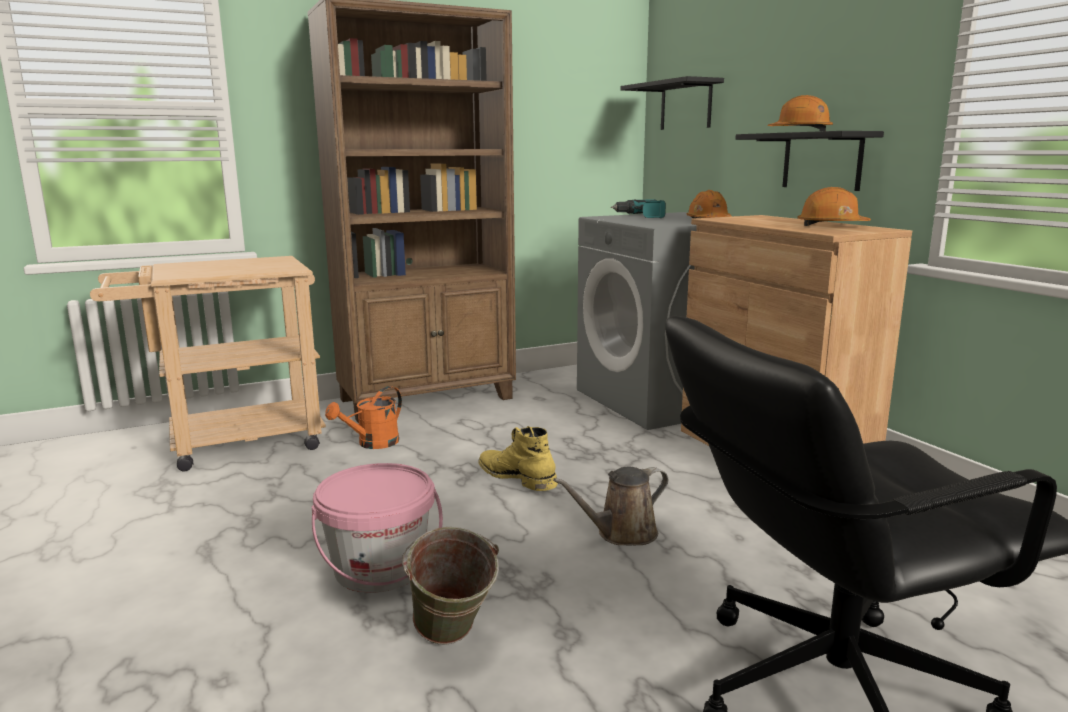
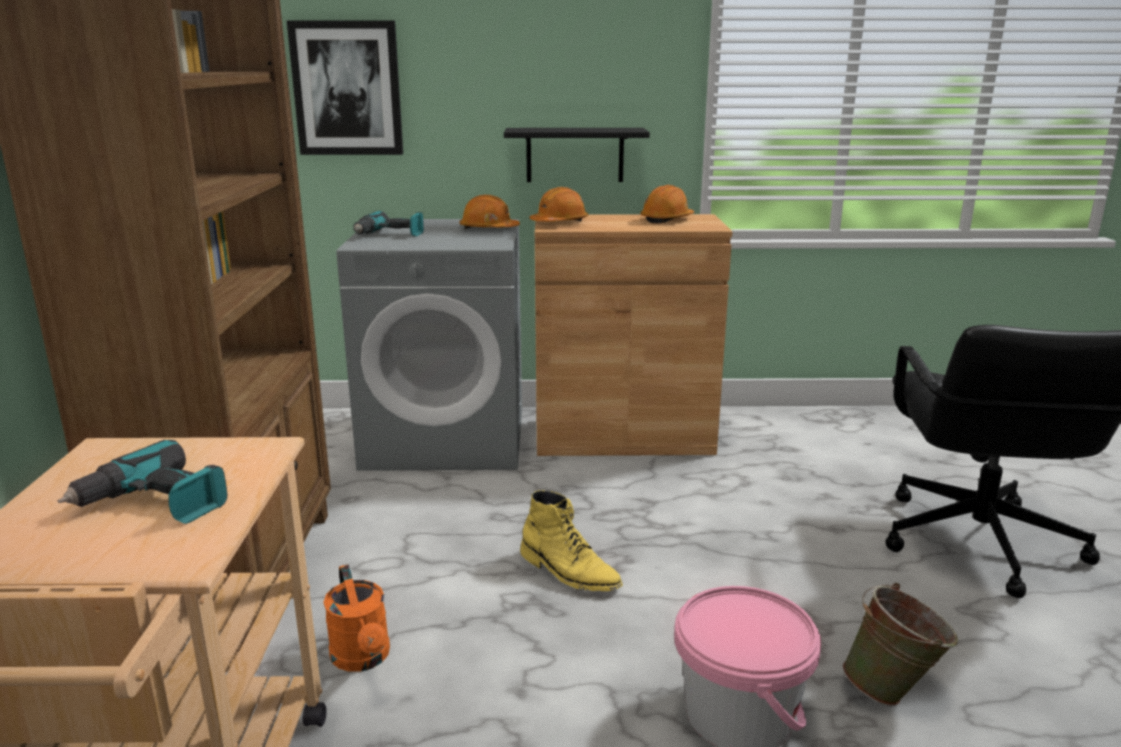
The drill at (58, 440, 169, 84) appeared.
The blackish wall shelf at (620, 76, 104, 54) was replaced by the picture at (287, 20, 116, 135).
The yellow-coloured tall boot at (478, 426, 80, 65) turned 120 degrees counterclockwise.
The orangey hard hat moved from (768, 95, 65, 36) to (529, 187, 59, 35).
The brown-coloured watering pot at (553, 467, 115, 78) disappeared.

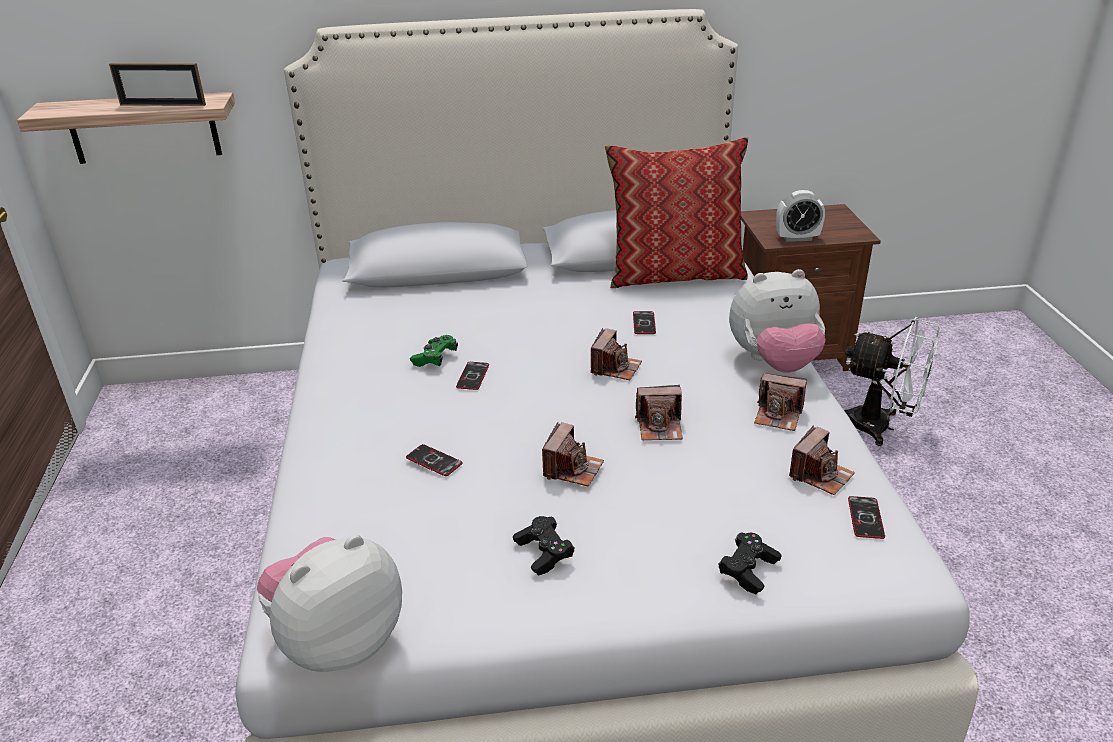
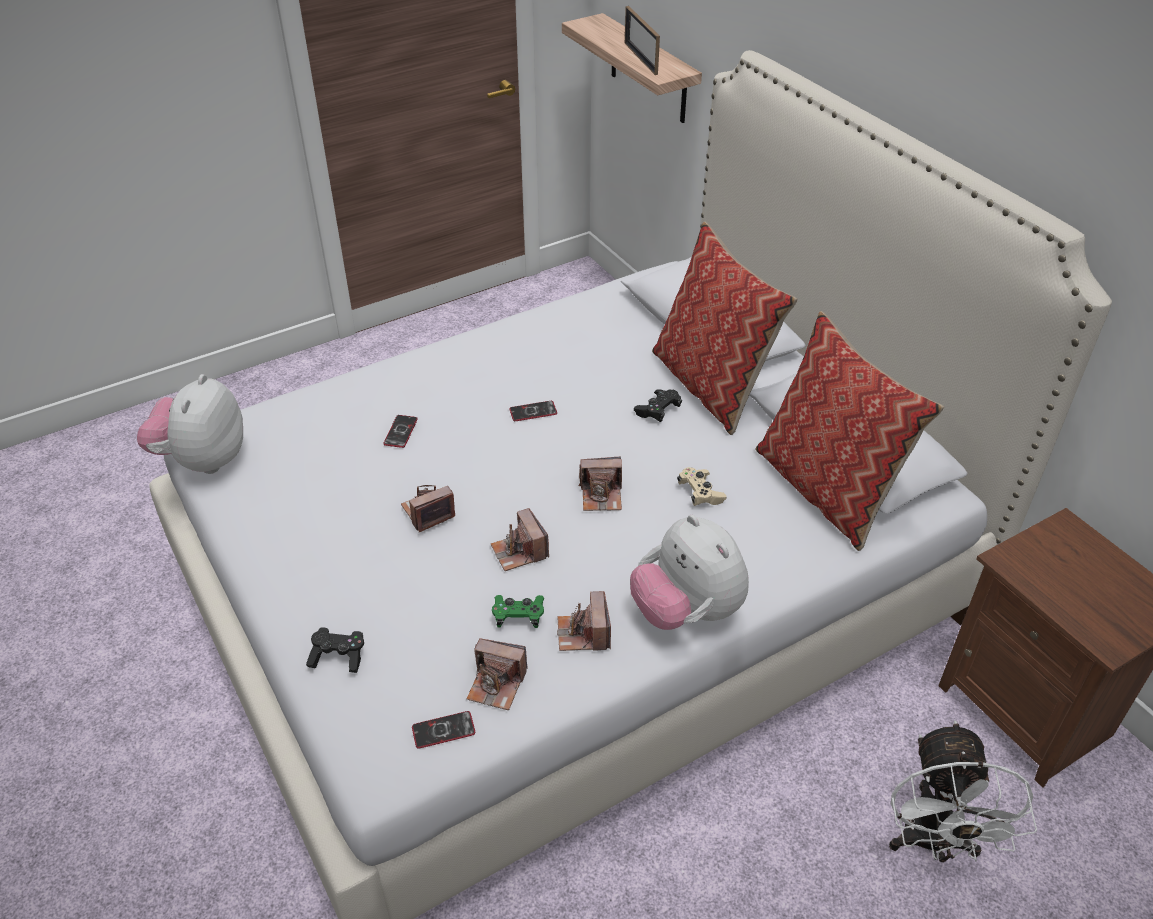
The plush toy at (257, 535, 145, 137) turned 105 degrees counterclockwise.
The still camera at (542, 422, 62, 64) turned 150 degrees clockwise.
The greenish gamepad moved from (410, 335, 48, 32) to (492, 595, 53, 33).
The blackish gamepad moved from (513, 516, 61, 60) to (634, 389, 48, 33).
The pillow at (652, 222, 145, 213) appeared.
The telephone at (633, 311, 23, 23) was replaced by the sand-coloured gamepad at (677, 467, 50, 39).
The bedside clock at (776, 190, 49, 52) disappeared.

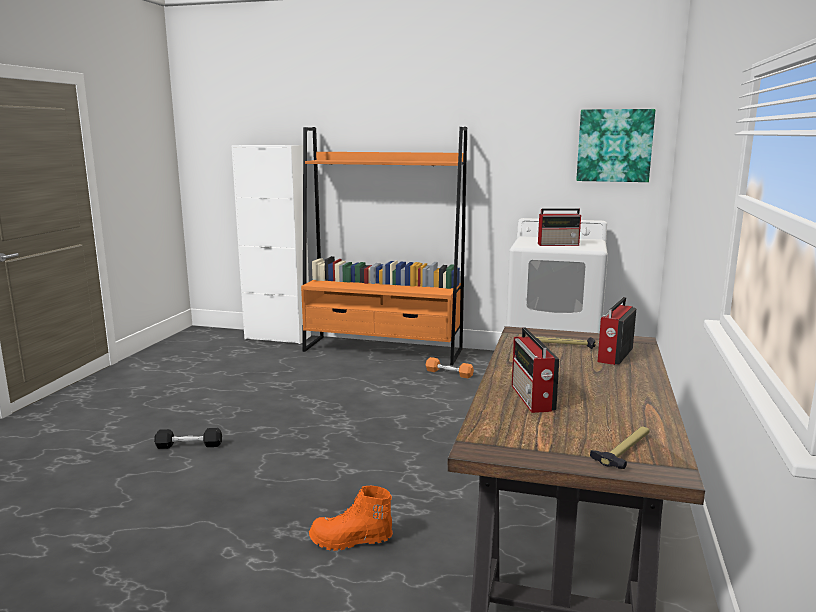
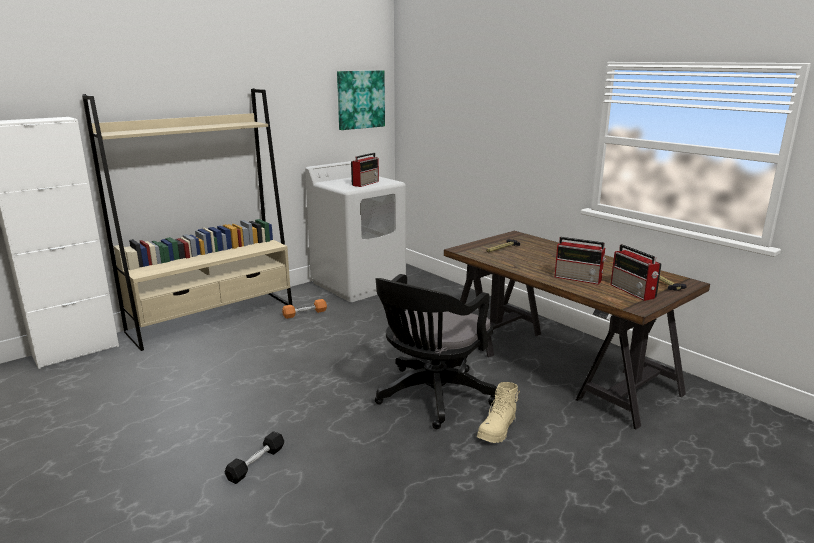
The orangey bookcase at (301, 127, 166, 238) became the sand-coloured bookcase at (82, 88, 211, 263).
The blackish computer chair at (375, 274, 122, 155) appeared.
The orangey tall boot at (309, 486, 84, 65) became the sand-coloured tall boot at (476, 382, 44, 61).
The radio moved from (598, 297, 39, 68) to (611, 244, 51, 57).

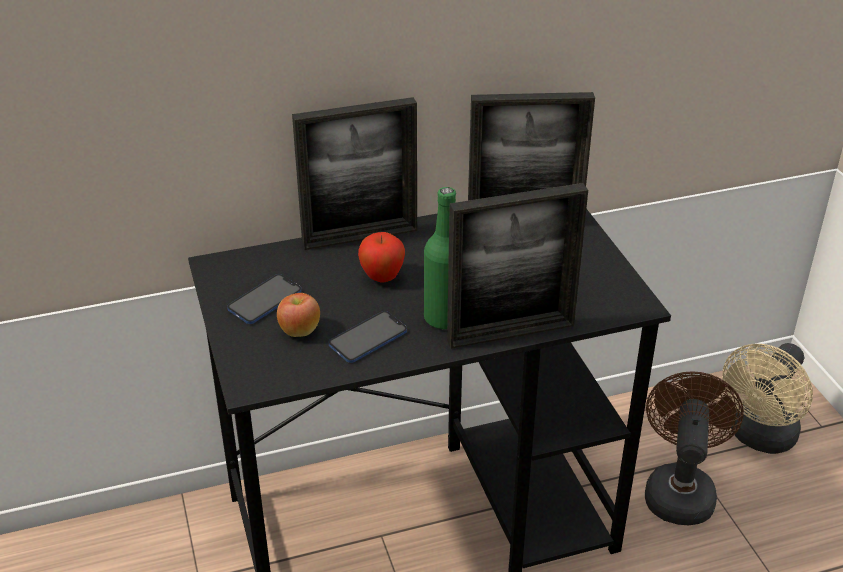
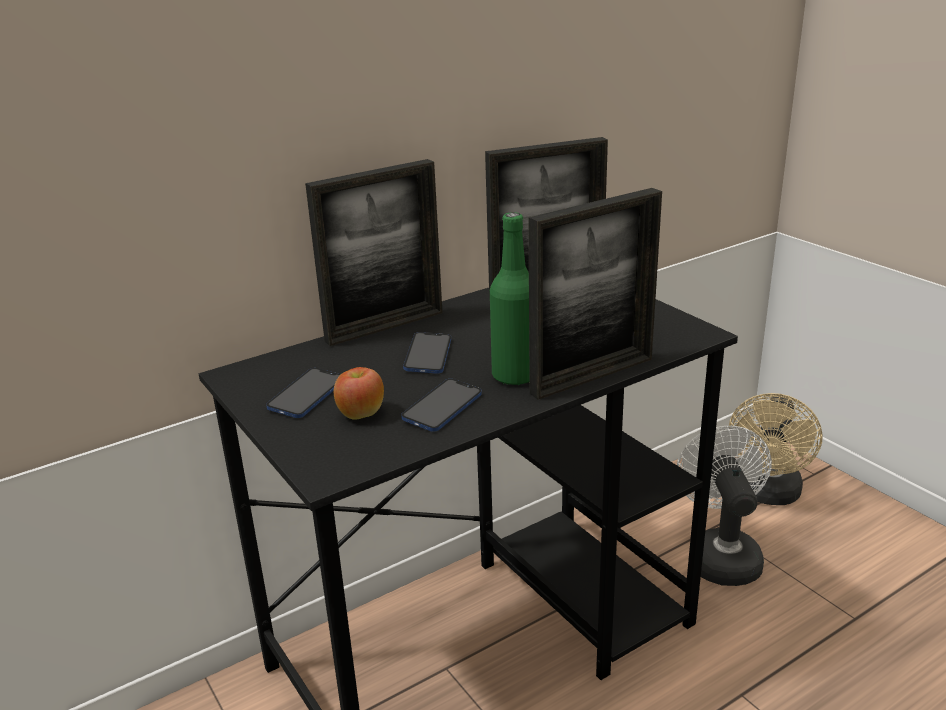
The apple fruit at (358, 232, 47, 50) was replaced by the telephone at (403, 332, 48, 42).
The brown-coloured cooling fan at (645, 371, 99, 154) became the whitish cooling fan at (677, 426, 95, 160).

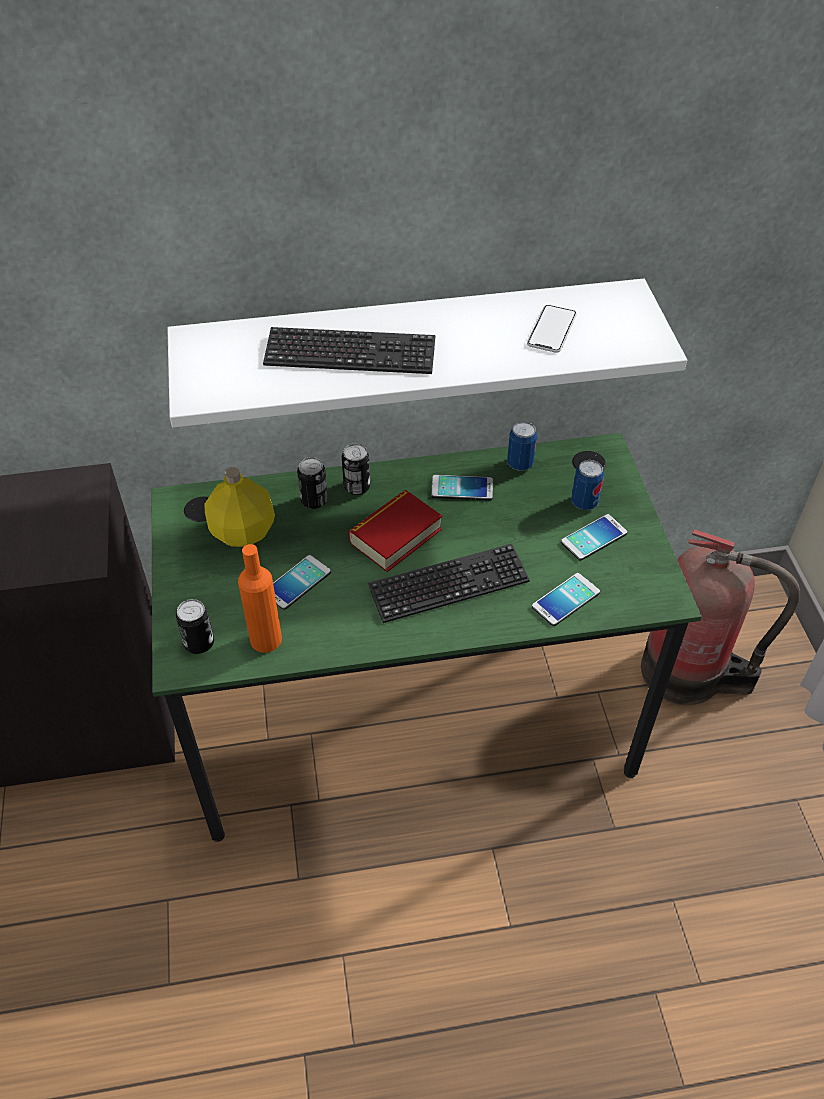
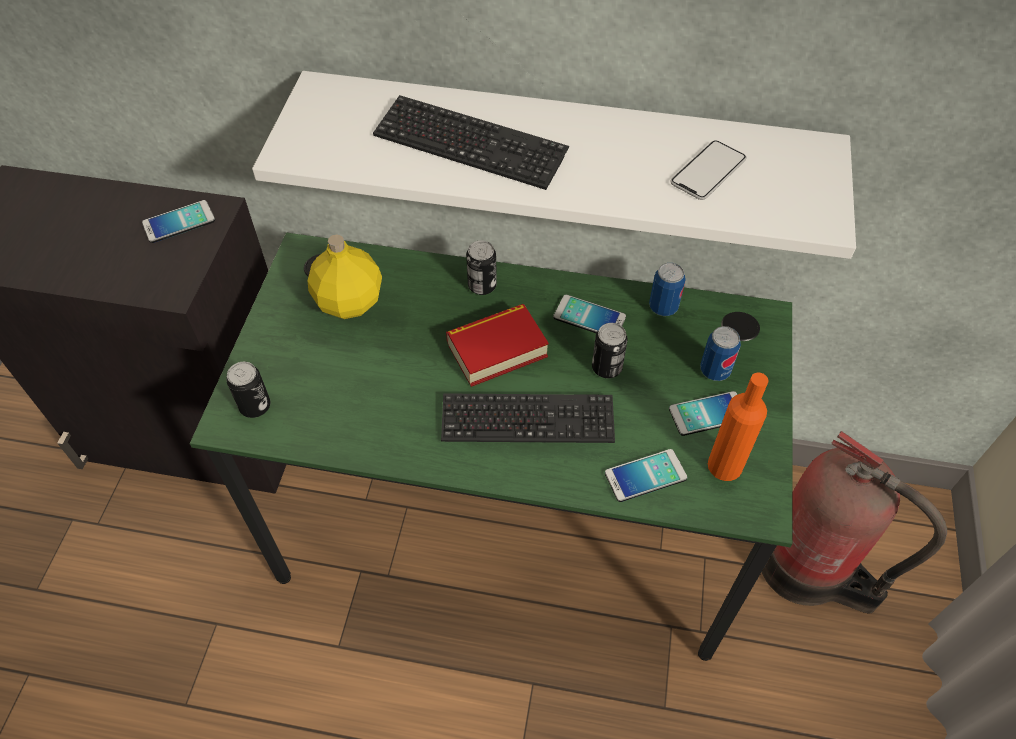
The telephone moved from (273, 555, 58, 55) to (142, 200, 73, 43).
The metal can moved from (297, 457, 31, 52) to (592, 323, 36, 55).
The orangey beverage bottle moved from (238, 544, 44, 109) to (708, 372, 60, 109).

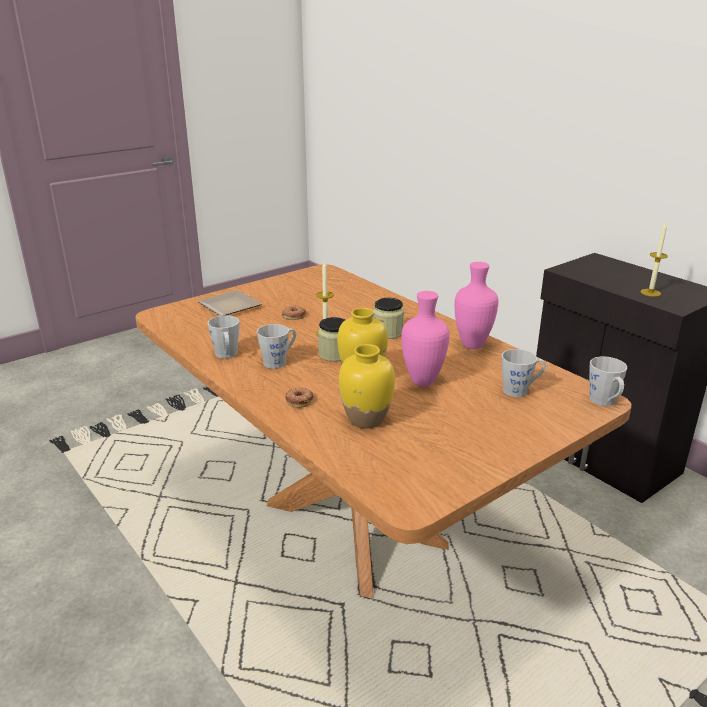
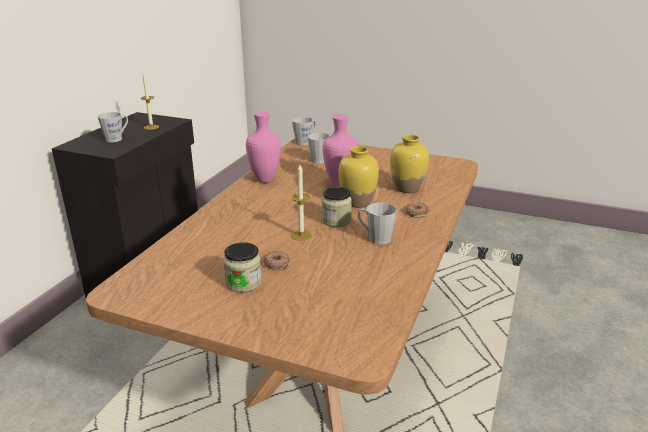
The gray tea mug moved from (208, 315, 31, 44) to (98, 112, 30, 30).
The preserve jar moved from (373, 298, 31, 41) to (223, 242, 39, 50).
The flat dish at (198, 290, 64, 26) disappeared.

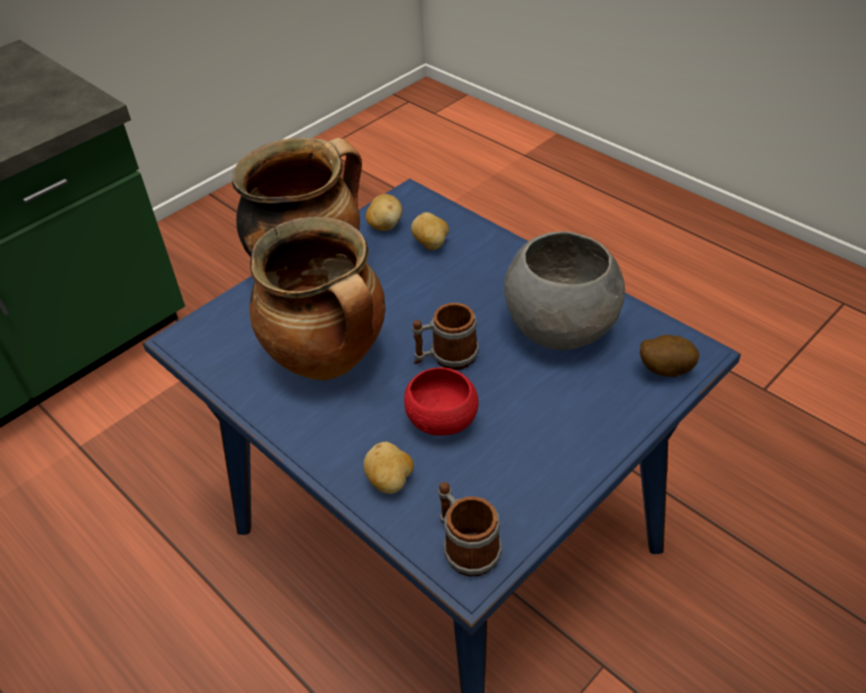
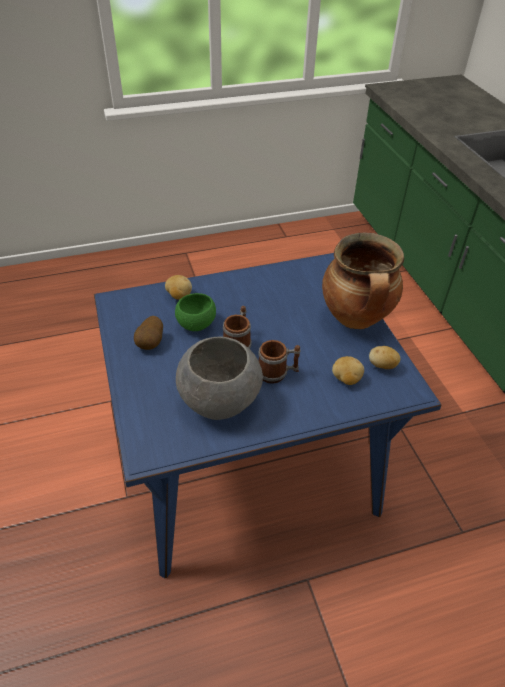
The potato moved from (640, 335, 59, 42) to (134, 316, 29, 34).
The red bowl at (404, 367, 75, 69) became the greenish bowl at (175, 293, 41, 38).
The tea mug moved from (438, 482, 64, 95) to (258, 340, 43, 44).
The stockpot at (249, 217, 136, 163) disappeared.

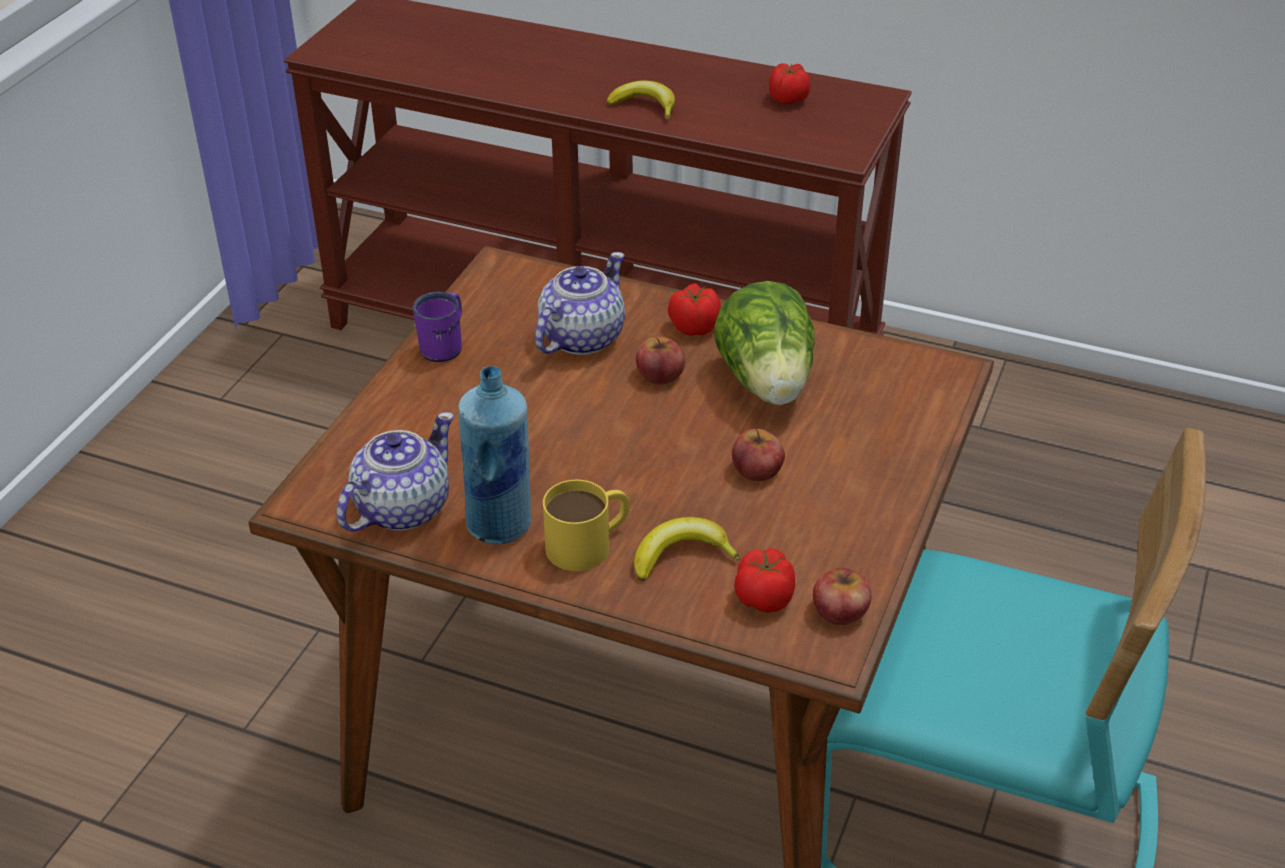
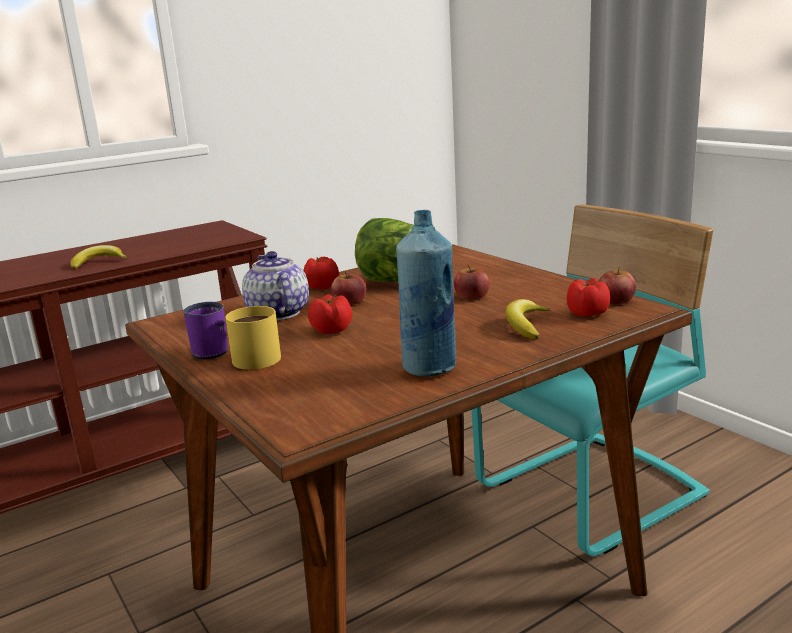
The yellow-coloured tea mug moved from (543, 480, 87, 91) to (226, 306, 55, 64).
The whole tomato moved from (769, 63, 41, 41) to (308, 294, 44, 40).
The pot for tea at (336, 412, 118, 120) disappeared.

